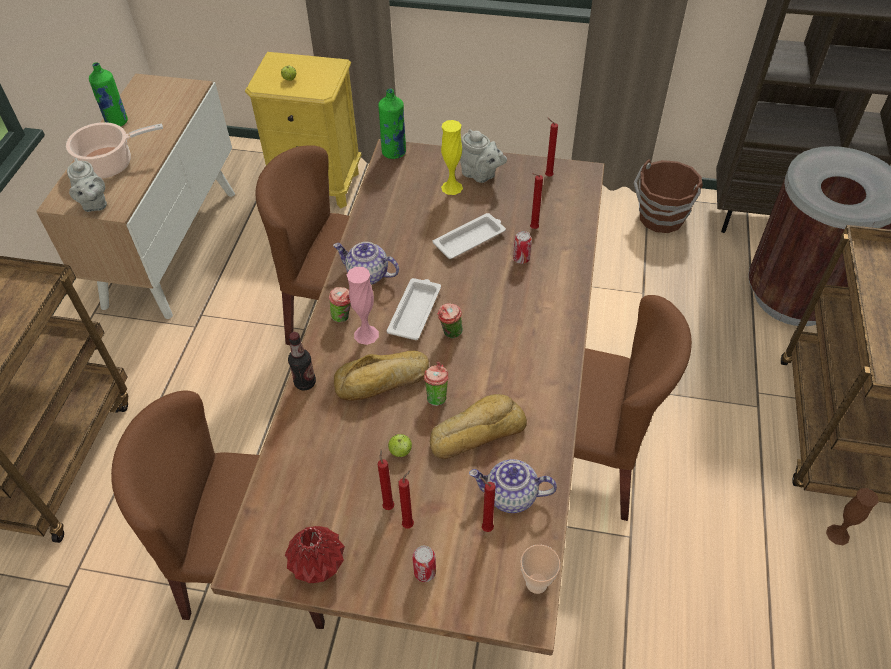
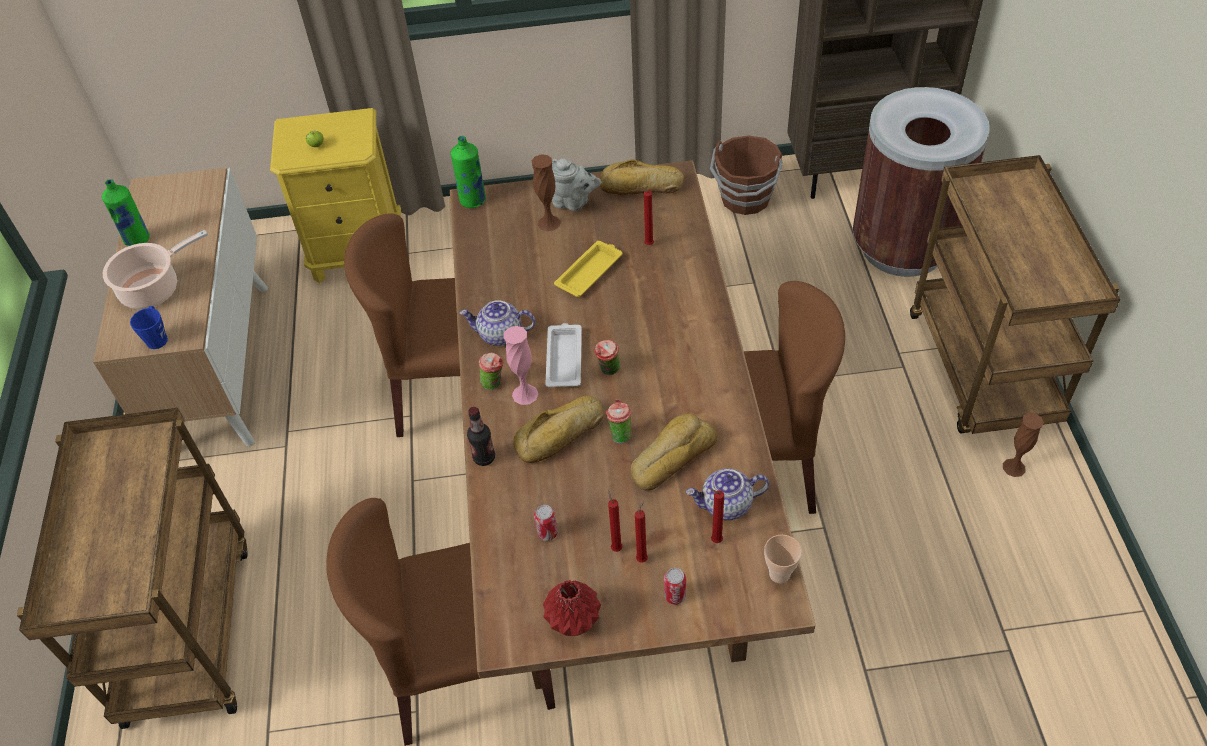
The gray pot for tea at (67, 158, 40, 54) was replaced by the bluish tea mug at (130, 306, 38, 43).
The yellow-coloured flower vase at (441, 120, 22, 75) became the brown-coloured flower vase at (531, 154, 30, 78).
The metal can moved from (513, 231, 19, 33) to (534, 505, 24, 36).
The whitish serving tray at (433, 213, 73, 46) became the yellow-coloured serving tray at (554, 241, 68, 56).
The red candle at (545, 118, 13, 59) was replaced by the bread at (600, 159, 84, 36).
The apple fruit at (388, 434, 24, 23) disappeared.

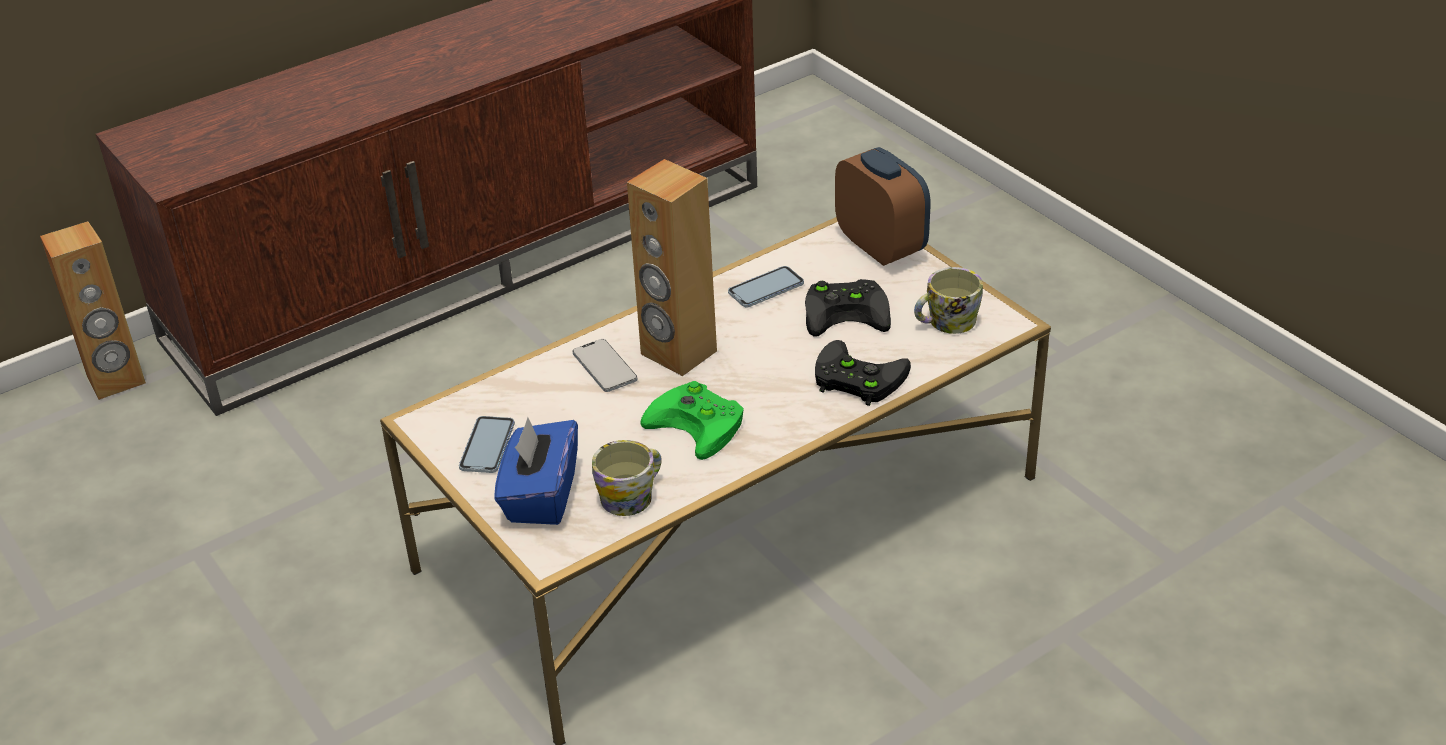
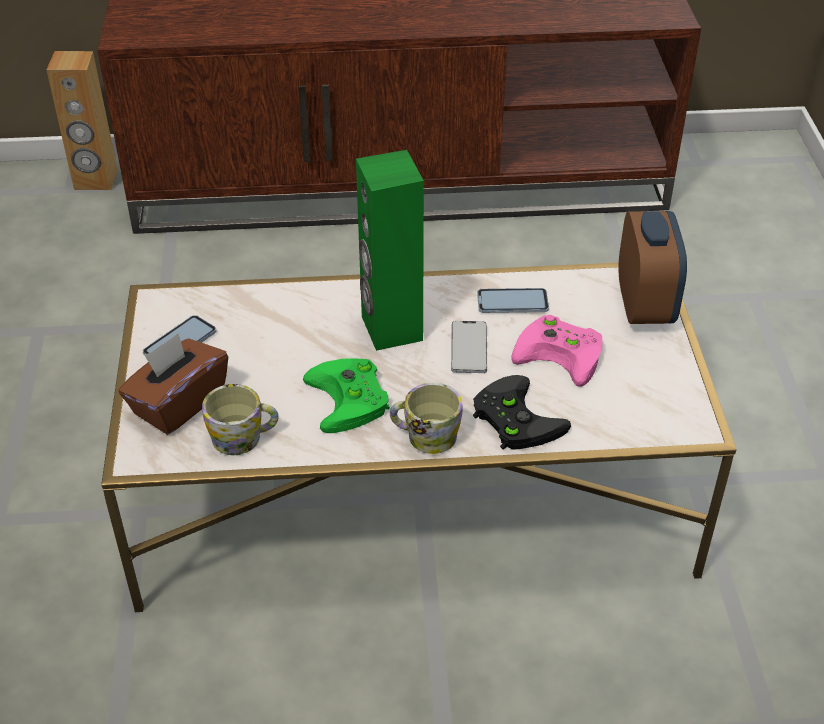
The bluish tissue holder at (494, 417, 84, 108) became the brown-coloured tissue holder at (118, 333, 110, 102).
The brown-coloured loudspeaker at (627, 159, 90, 217) became the greenish loudspeaker at (356, 150, 68, 201).
The tea mug moved from (914, 267, 69, 67) to (390, 383, 73, 71).
The telephone moved from (572, 339, 66, 53) to (451, 321, 36, 52).
The blackish gamepad at (805, 279, 86, 58) became the pinkish gamepad at (511, 315, 91, 72).

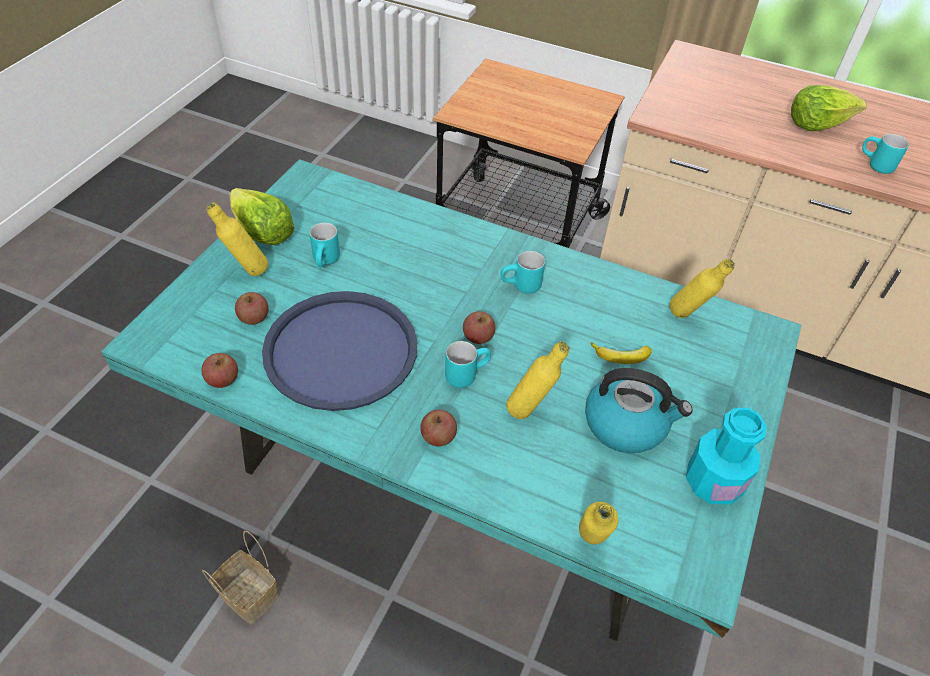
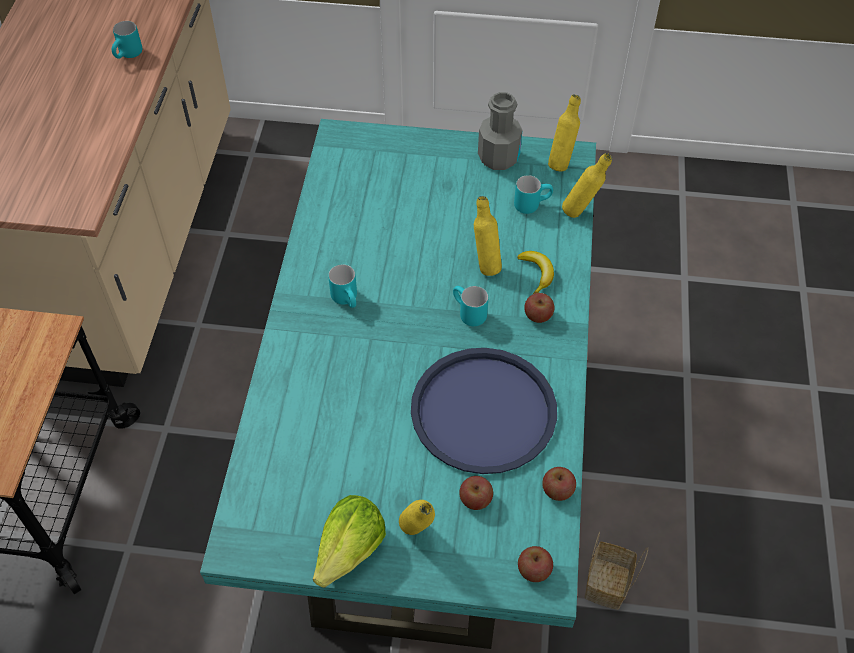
The turquoise-coloured beverage bottle at (686, 408, 80, 96) became the gray beverage bottle at (478, 92, 44, 78).
The turquoise-coloured tea mug moved from (310, 223, 30, 45) to (514, 175, 39, 39).
The banana fruit moved from (591, 342, 60, 22) to (517, 251, 37, 43).
The apple fruit moved from (463, 311, 33, 33) to (518, 546, 35, 36).
The yellow-coloured beverage bottle moved from (669, 259, 66, 59) to (548, 94, 33, 77).
The water kettle at (585, 368, 108, 85) disappeared.
The head of lettuce at (791, 85, 76, 46) disappeared.

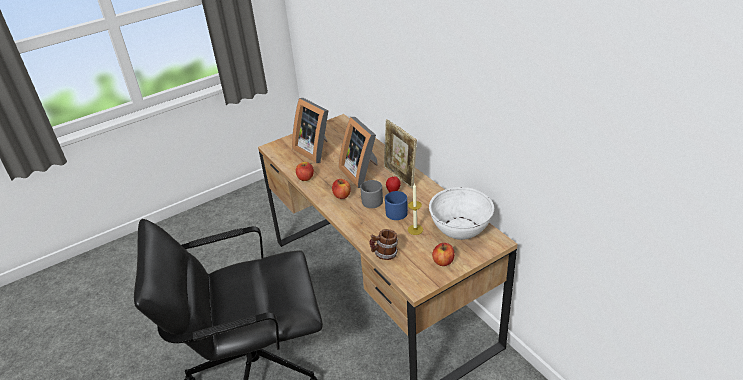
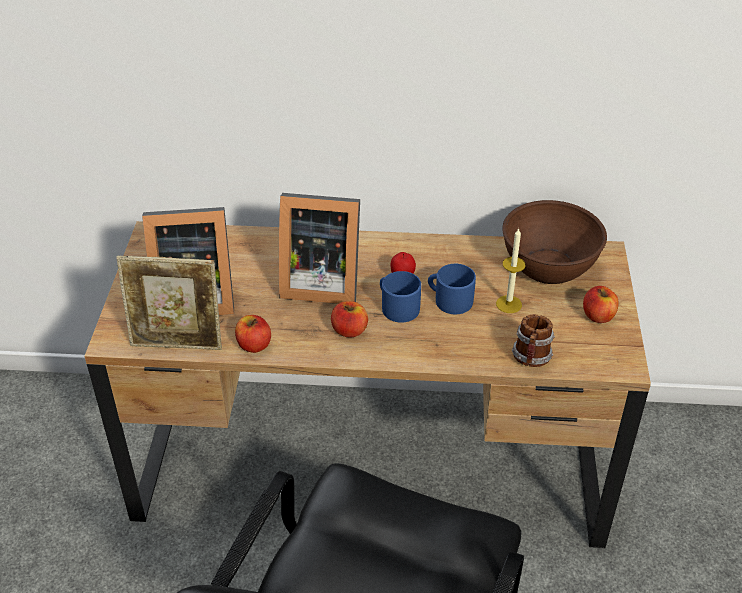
The picture frame moved from (384, 119, 33, 70) to (116, 256, 106, 94).
The gray tea mug at (360, 180, 23, 28) became the bluish tea mug at (380, 271, 41, 52).
The whitish bowl at (429, 187, 65, 53) became the brown-coloured bowl at (502, 200, 105, 84).

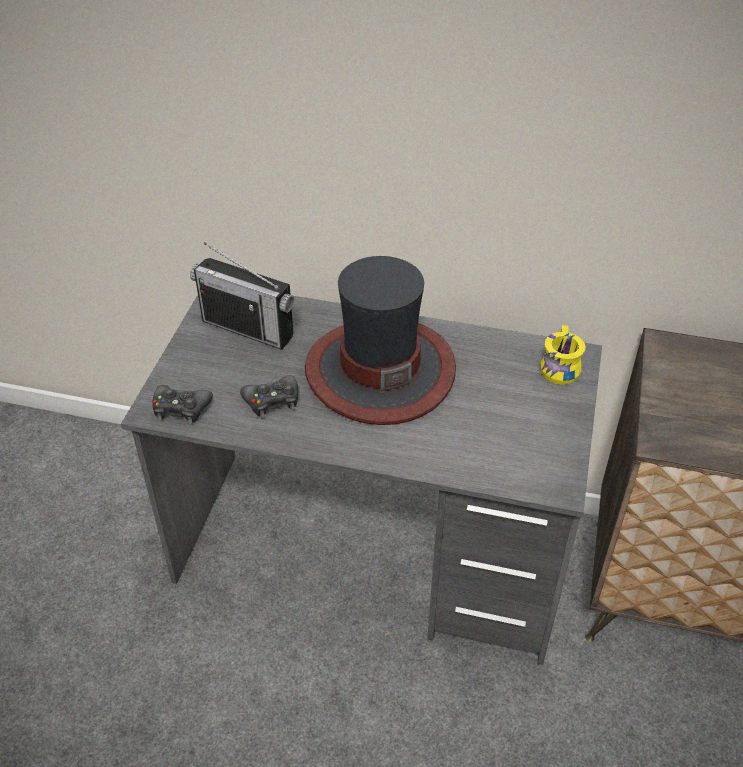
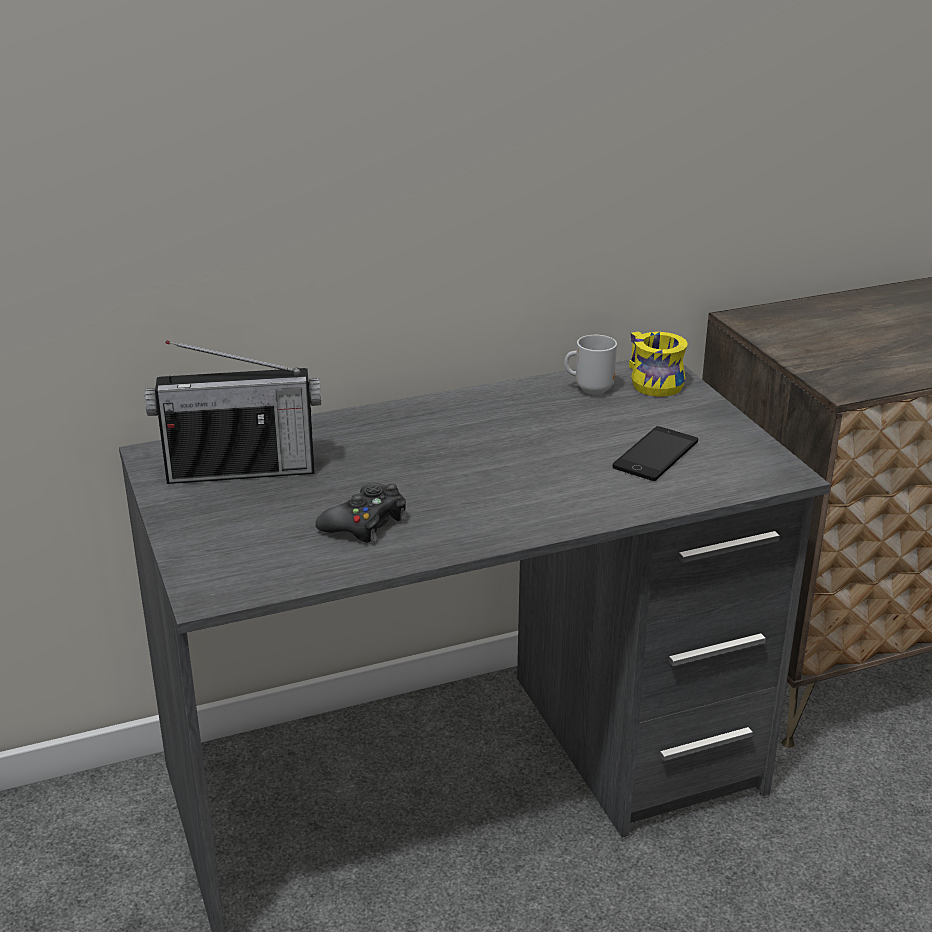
The tea mug at (564, 335, 53, 60) appeared.
The telephone at (613, 426, 85, 55) appeared.
The blackish gamepad at (152, 385, 61, 40) disappeared.
The clothing hat at (305, 256, 151, 169) disappeared.

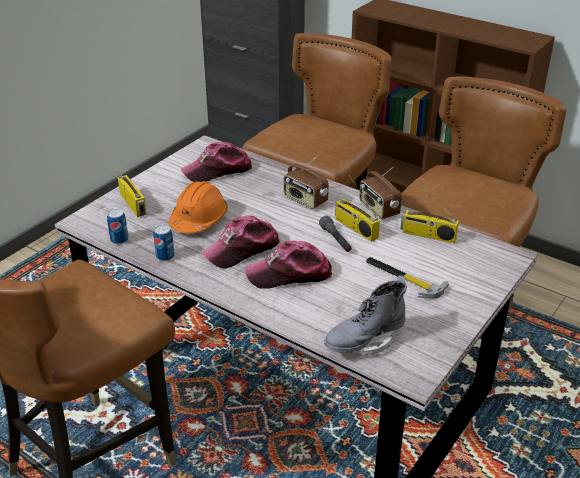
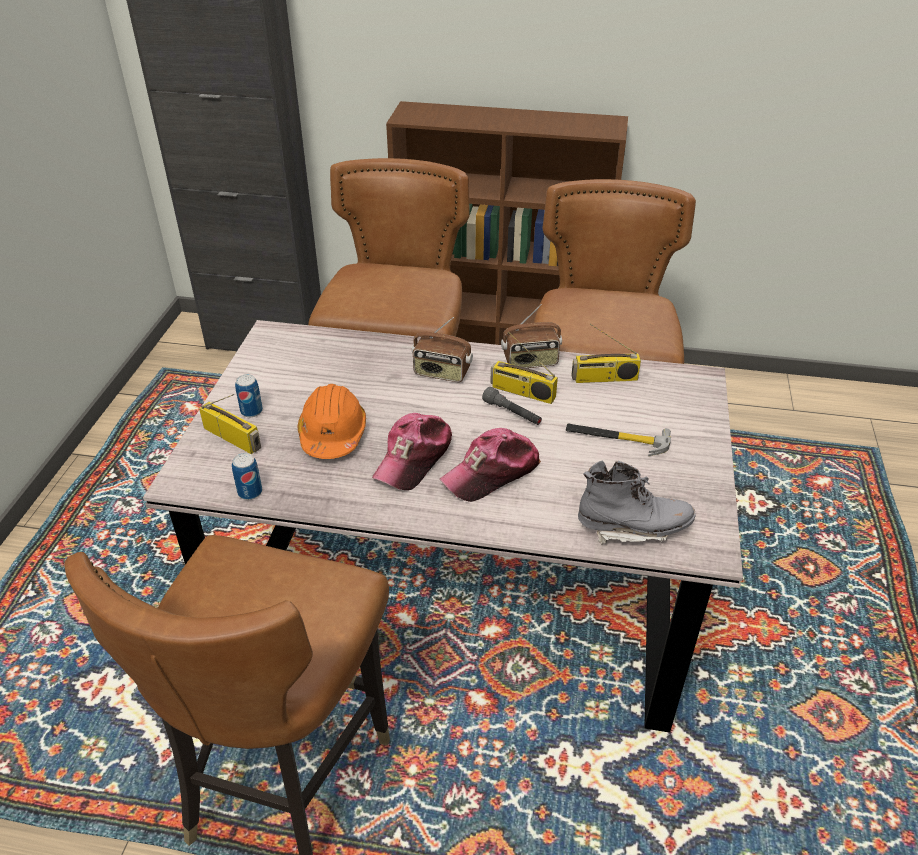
The metal can moved from (154, 225, 21, 36) to (235, 374, 28, 43).
The radio at (359, 167, 43, 52) turned 45 degrees counterclockwise.
The gray tall boot at (324, 275, 83, 81) turned 120 degrees counterclockwise.
The baseball cap at (181, 142, 71, 40) disappeared.

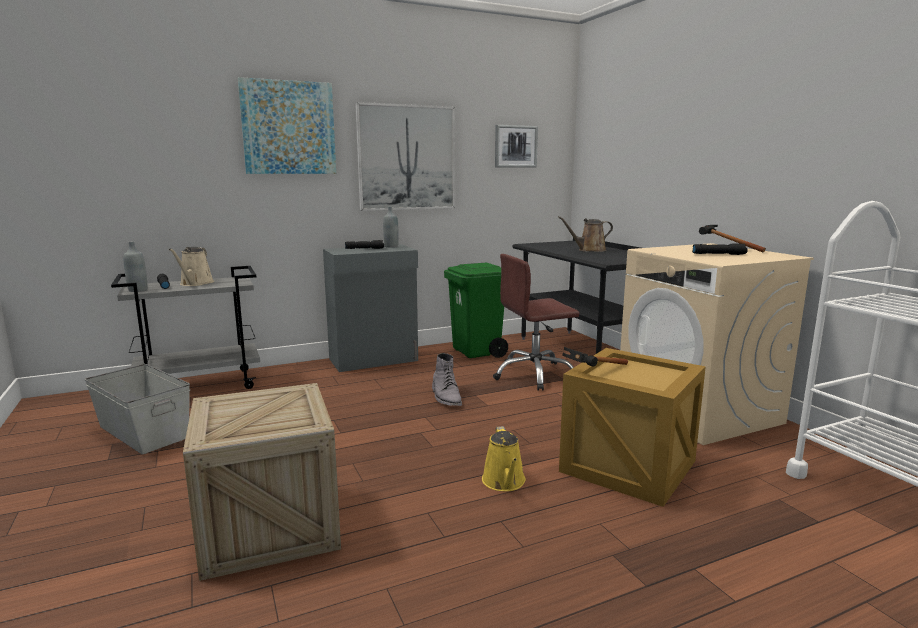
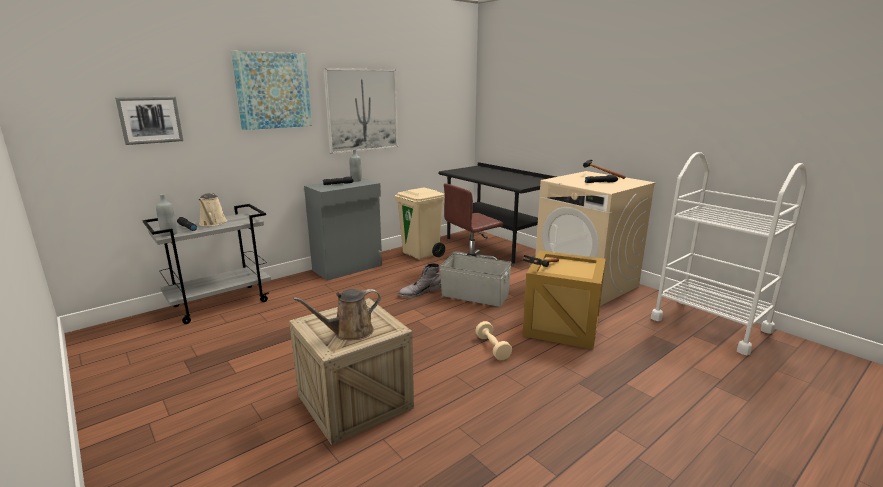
The picture moved from (495, 125, 43, 43) to (115, 96, 68, 49).
The brown-coloured watering pot moved from (558, 216, 55, 36) to (293, 289, 88, 51).
The greenish waste bin at (444, 263, 64, 95) became the sand-coloured waste bin at (395, 187, 50, 73).
The gray tall boot at (432, 353, 30, 53) turned 90 degrees clockwise.
The gray storage bin moved from (84, 364, 106, 90) to (440, 253, 72, 54).
The yellow-coloured watering pot at (482, 426, 44, 65) was replaced by the sand-coloured dumbbell at (475, 321, 37, 39).

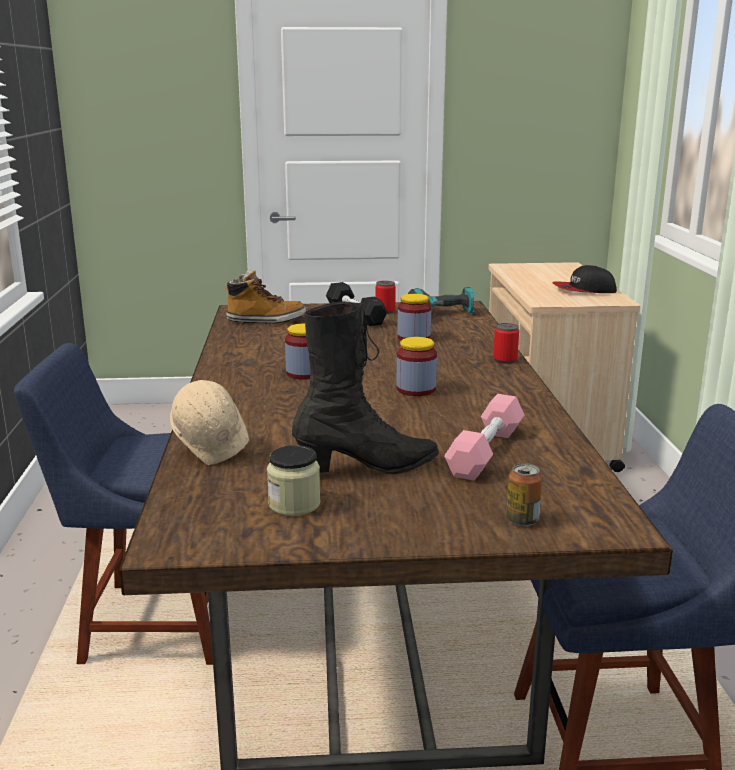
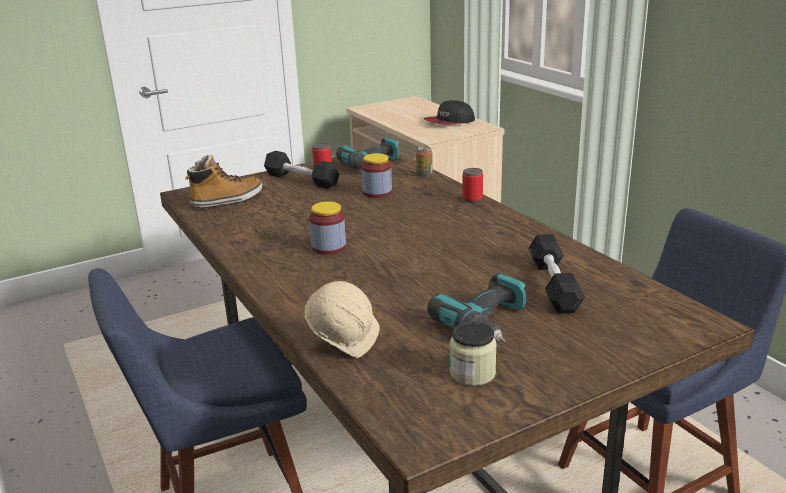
The metal can moved from (506, 463, 36, 63) to (416, 147, 17, 31).
The blackish tall boot at (292, 302, 147, 173) was replaced by the drill at (427, 273, 99, 70).
The pinkish dumbbell at (444, 394, 80, 87) became the blackish dumbbell at (528, 234, 57, 79).
The preserve jar at (396, 337, 41, 59) disappeared.

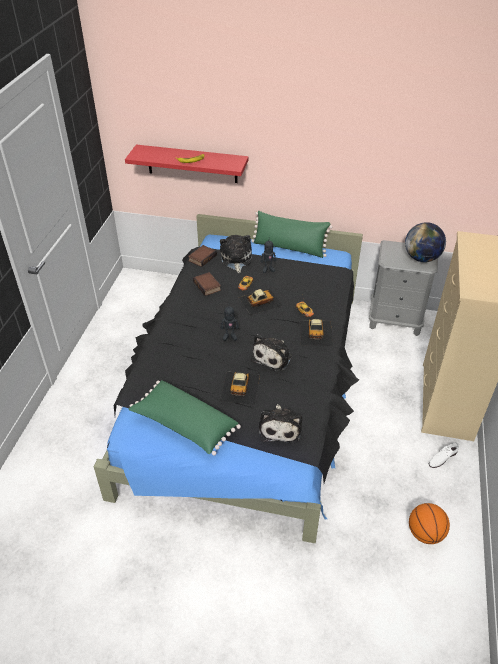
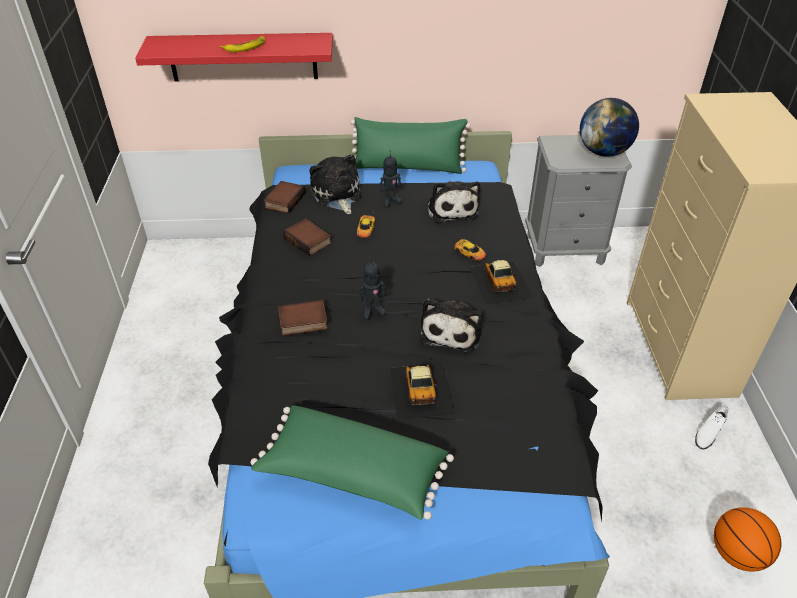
The volume at (278, 299, 50, 37) appeared.
The plush toy moved from (259, 404, 43, 40) to (427, 181, 53, 42).
The toy car at (239, 289, 43, 26) disappeared.

